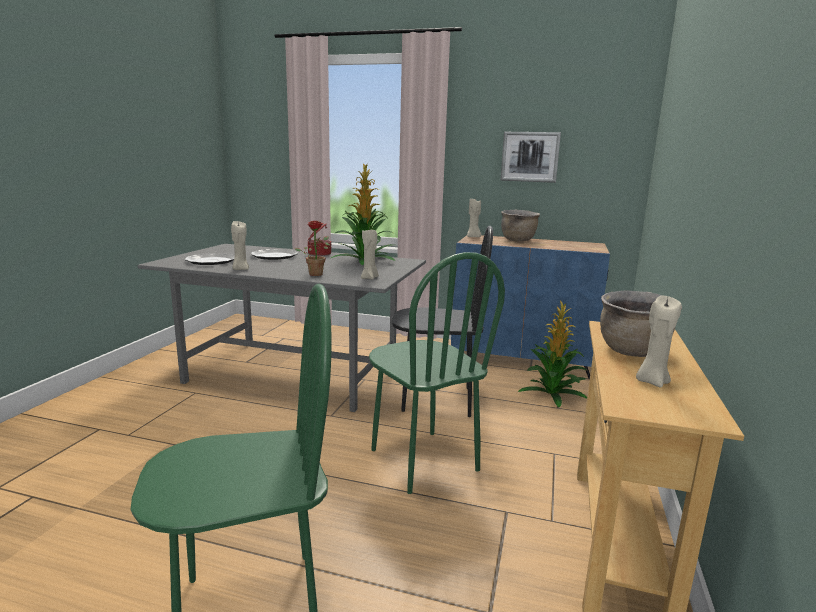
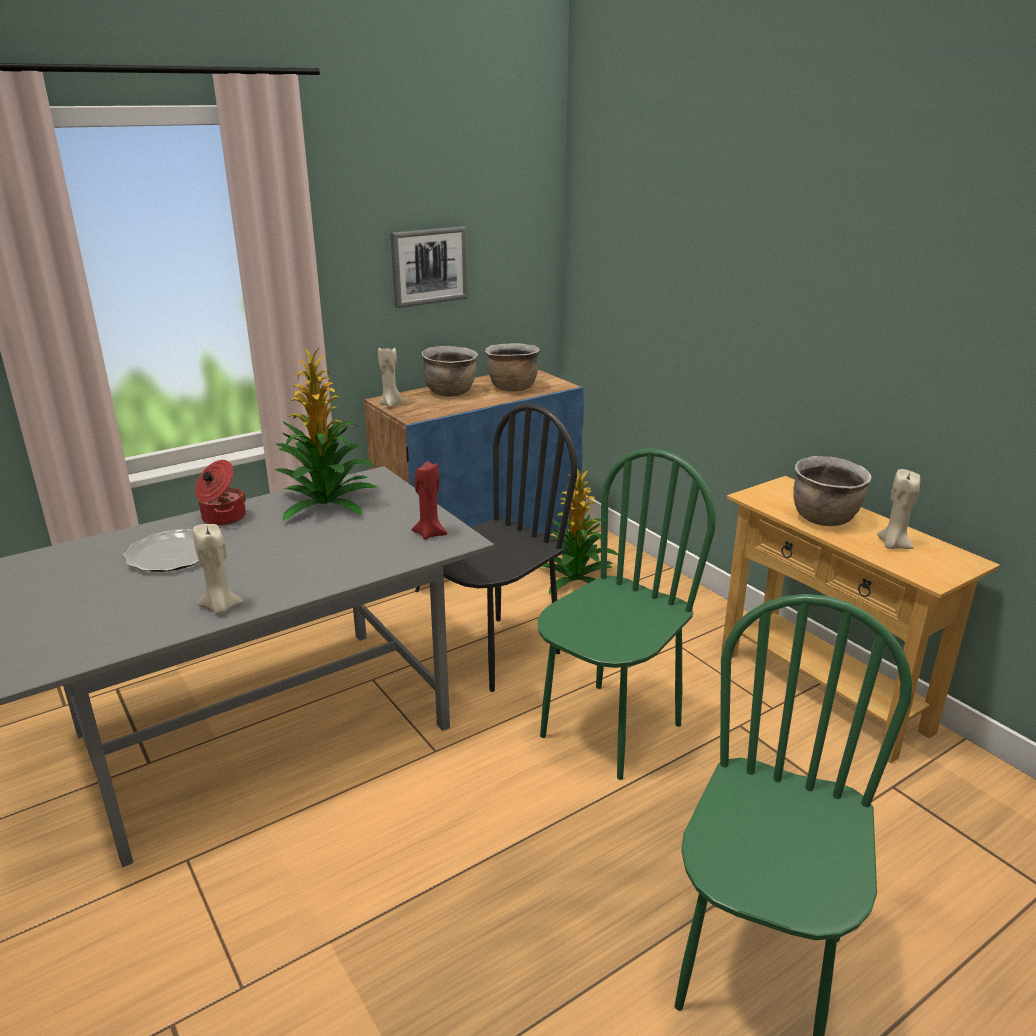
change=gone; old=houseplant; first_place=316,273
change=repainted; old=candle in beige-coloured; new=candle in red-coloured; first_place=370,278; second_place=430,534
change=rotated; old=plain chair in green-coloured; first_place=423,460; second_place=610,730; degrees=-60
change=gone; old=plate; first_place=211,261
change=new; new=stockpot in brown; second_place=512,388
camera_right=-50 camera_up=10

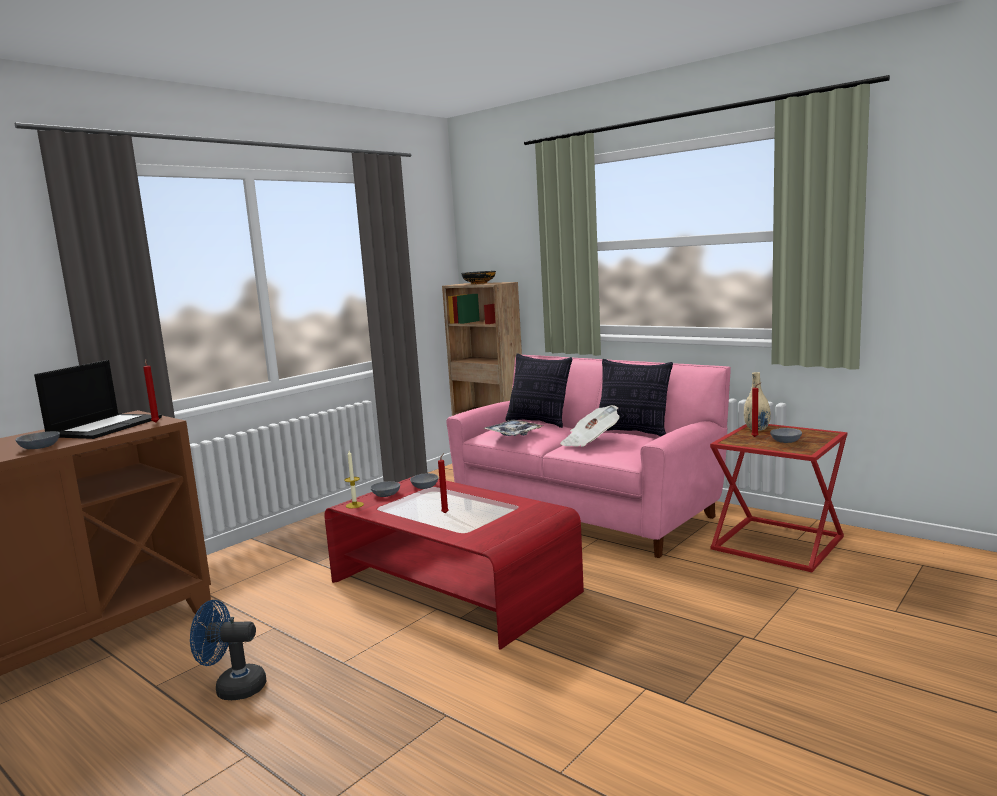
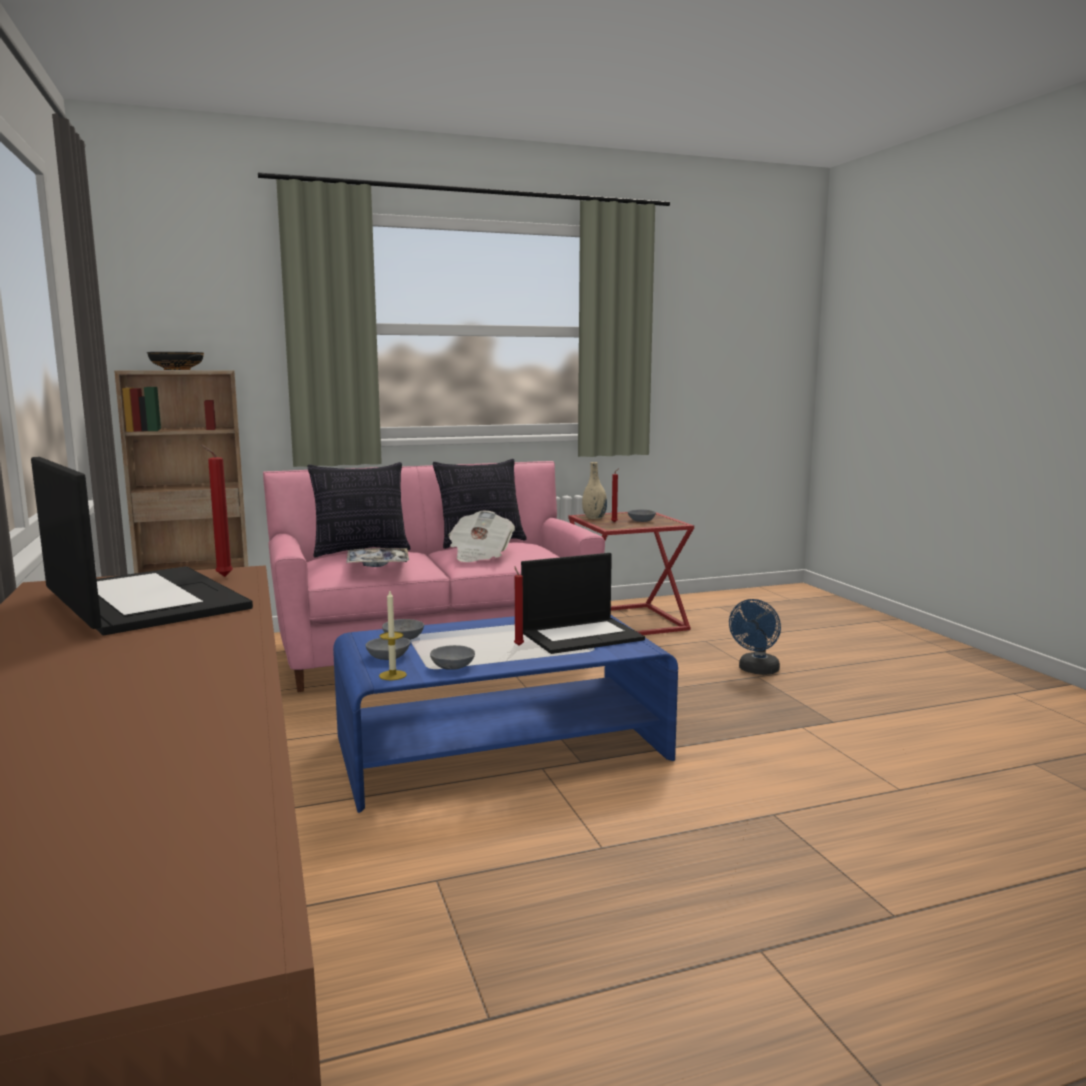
change=shifted; old=serving bowl in gray; first_place=39,447; second_place=454,666
change=repainted; old=coffee table in red-coloured; new=coffee table in bluish; first_place=453,586; second_place=501,748
change=shifted; old=electric fan in bluish; first_place=233,688; second_place=756,671
change=new; new=laptop; second_place=582,635
camera_right=-60 camera_up=0

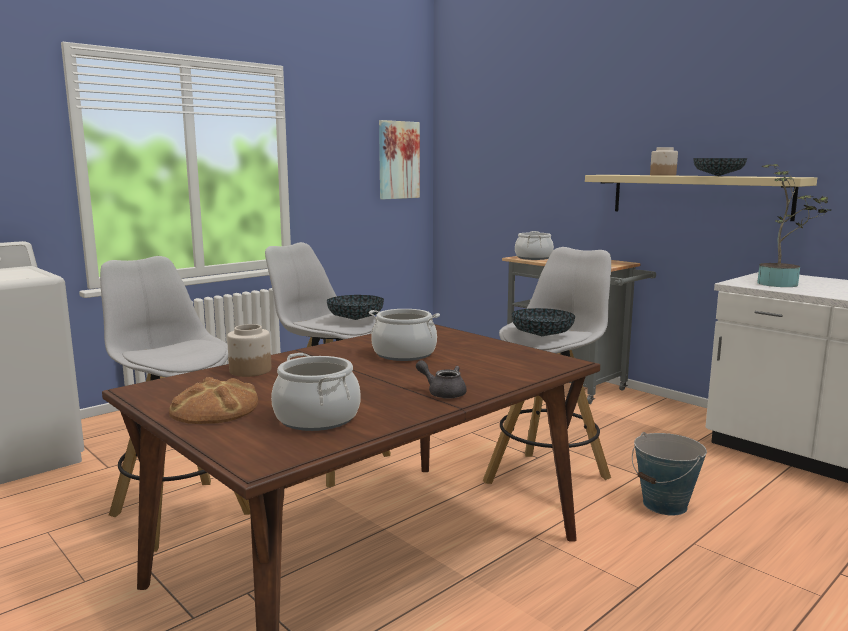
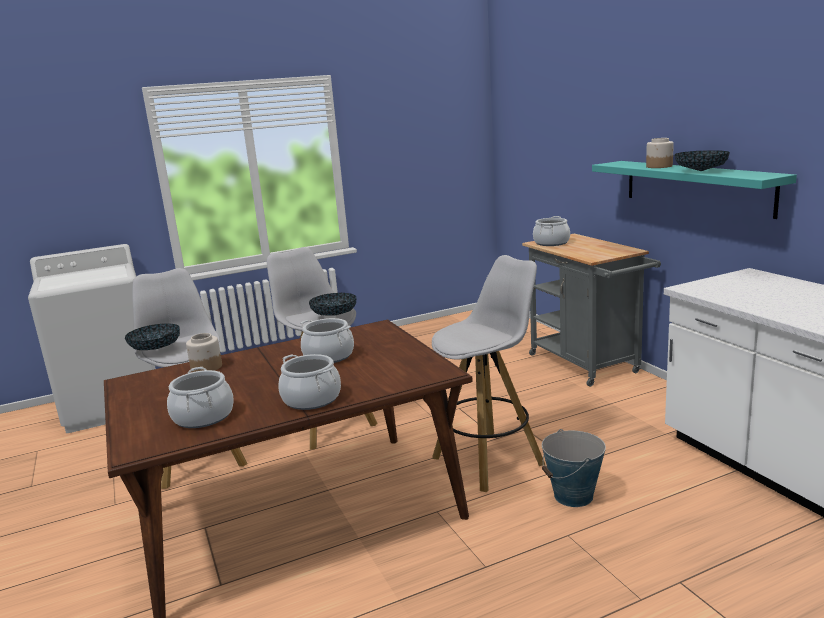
change=gone; old=picture; first_place=398,160
change=gone; old=houseplant; first_place=782,284
change=repainted; old=shelf in beige-coloured; new=shelf in blue-green; first_place=698,195; second_place=695,186
change=shifted; old=serving bowl; first_place=542,336; second_place=156,349
change=swapped; old=teapot in gray; new=stockpot; first_place=443,393; second_place=311,399
change=gone; old=bakery bread; first_place=215,409
camera_right=20 camera_up=5

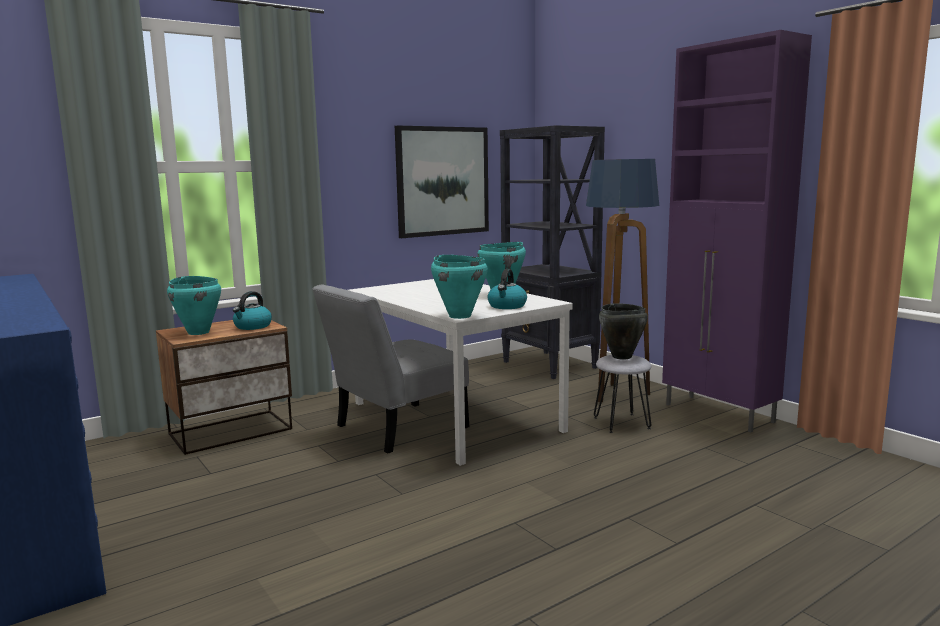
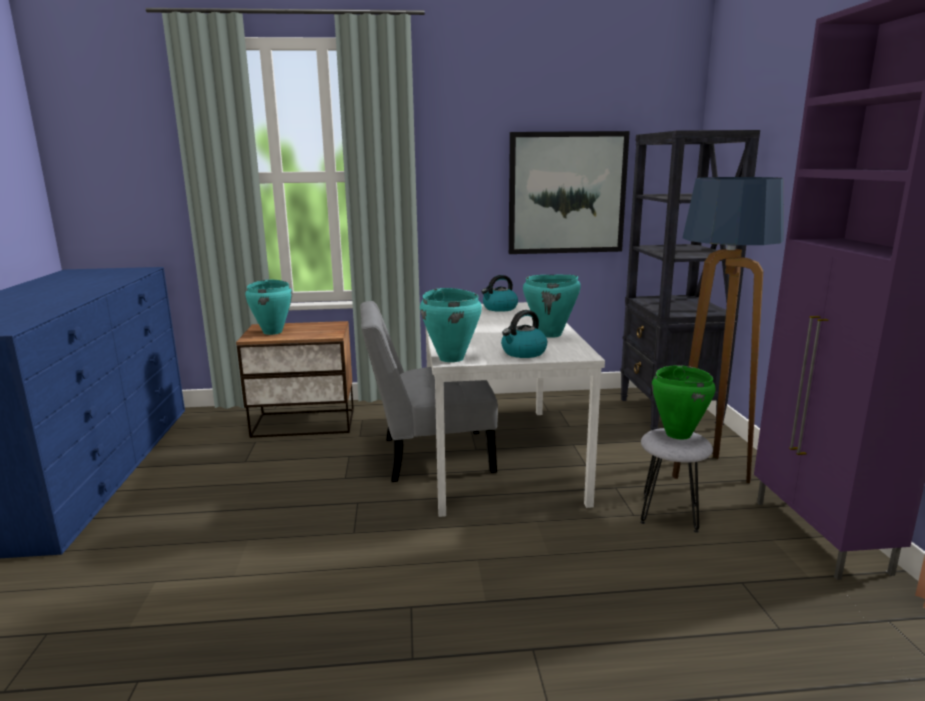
change=shifted; old=water kettle; first_place=252,326; second_place=499,308
change=repainted; old=stockpot in black-coloured; new=stockpot in green-coloured; first_place=621,357; second_place=677,434
camera_right=30 camera_up=5

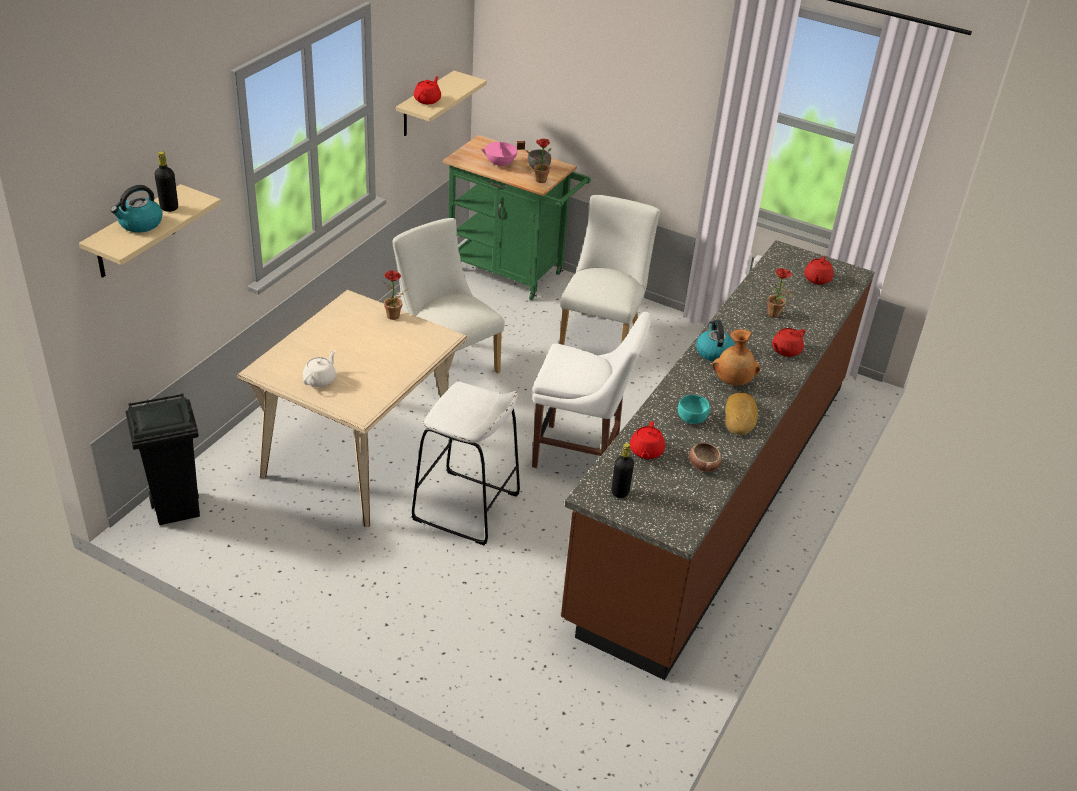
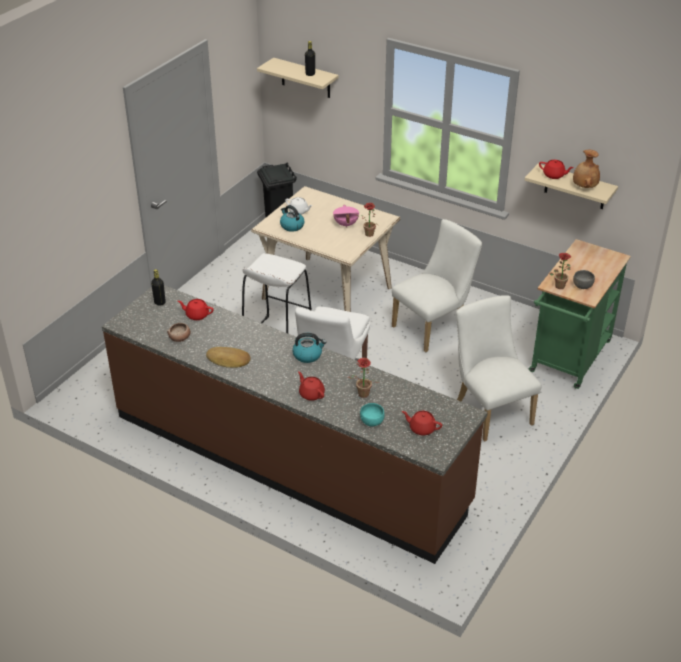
change=shifted; old=stockpot in pinkish; first_place=500,164; second_place=345,224
change=shifted; old=water kettle; first_place=140,224; second_place=291,226
change=rotated; old=plain chair in white; first_place=602,333; second_place=490,410; degrees=-135
change=shifted; old=flower vase in brown; first_place=733,381; second_place=584,186
change=shifted; old=serving bowl in blue-green; first_place=692,418; second_place=372,421
camera_right=95 camera_up=0

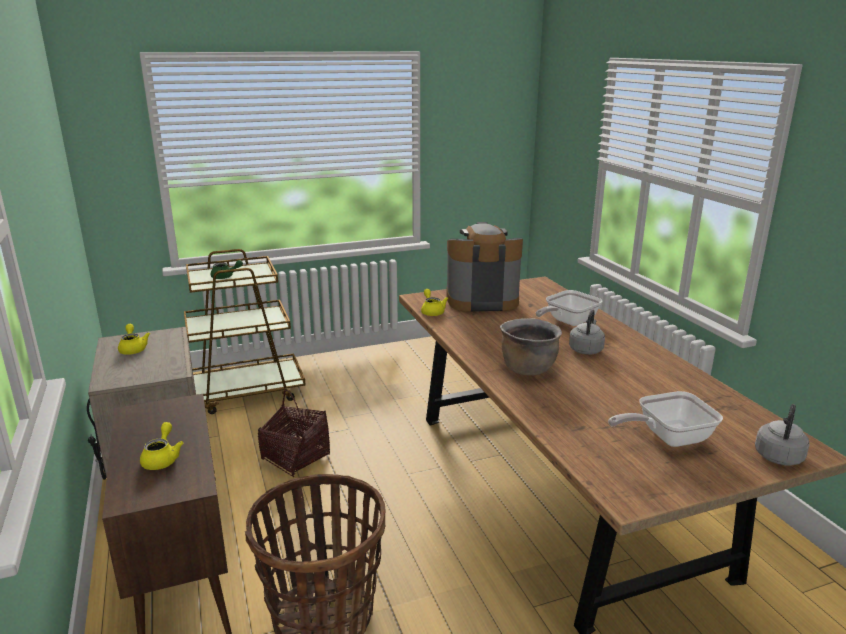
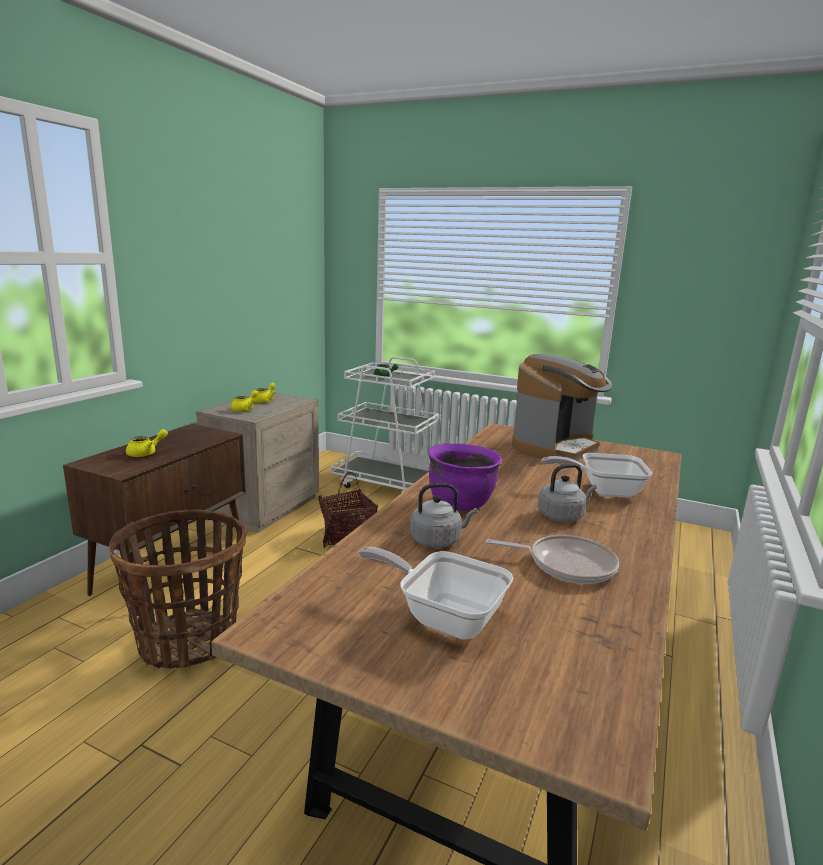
change=rotated; old=coffee machine; first_place=481,300; second_place=555,448; degrees=90
change=repainted; old=trolley in brown; new=trolley in white; first_place=245,392; second_place=387,484
change=shifted; old=teapot in yellowish; first_place=432,311; second_place=245,409
change=repainted; old=stockpot in brown; new=stockpot in purplish; first_place=527,368; second_place=461,503
change=shifted; old=water kettle in gray; first_place=779,455; second_place=438,540
change=new; new=frying pan; second_place=566,564
camera_right=45 camera_up=-5

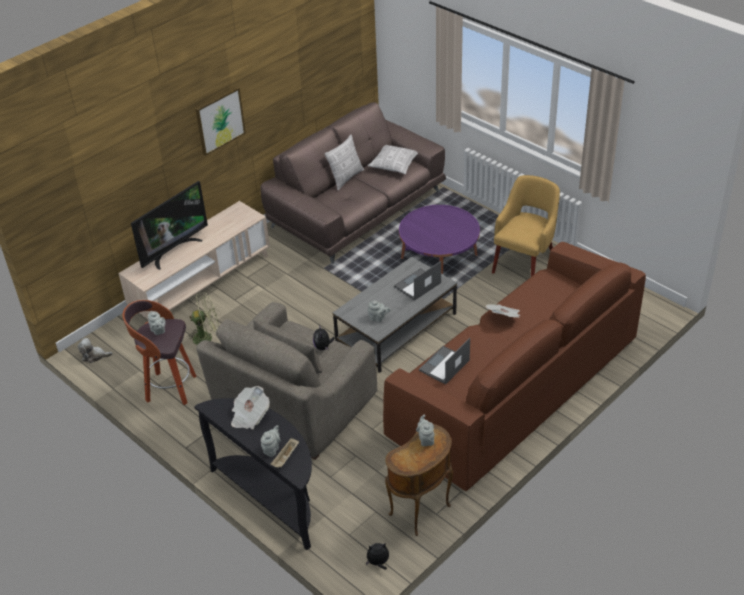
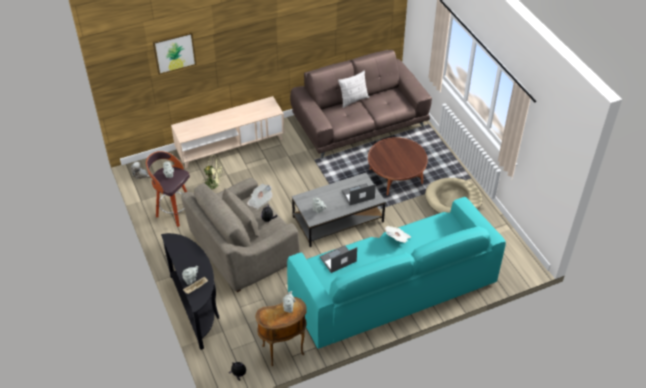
change=shifted; old=picture; first_place=220,120; second_place=174,52
change=gone; old=throw pillow; first_place=394,165
change=swapped; old=armchair in yellowish; new=dog bed in beige-coloured; first_place=524,262; second_place=453,199
change=gone; old=TV; first_place=173,250
change=repainted; old=coffee table in purplish; new=coffee table in brown; first_place=439,257; second_place=396,176
change=repainted; old=settee in brown; new=settee in blue-green; first_place=514,387; second_place=392,288
change=shifted; old=daily paper; first_place=249,416; second_place=260,201
camera_right=20 camera_up=5

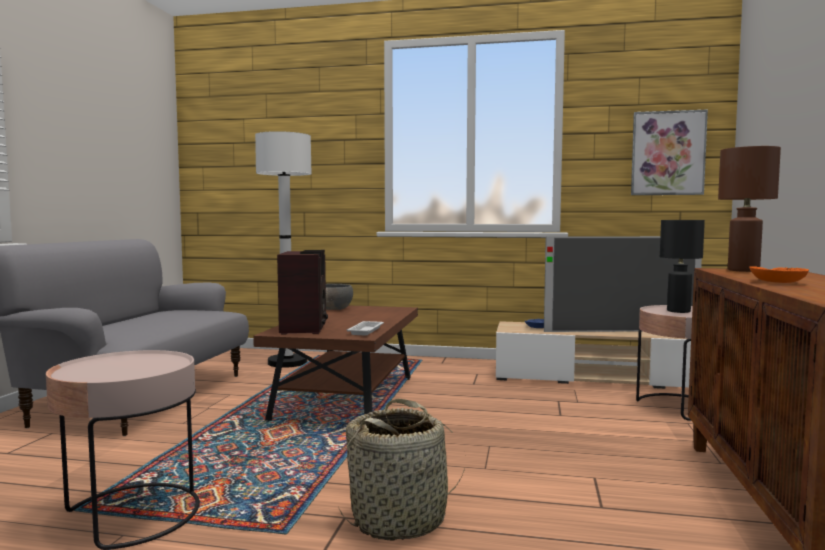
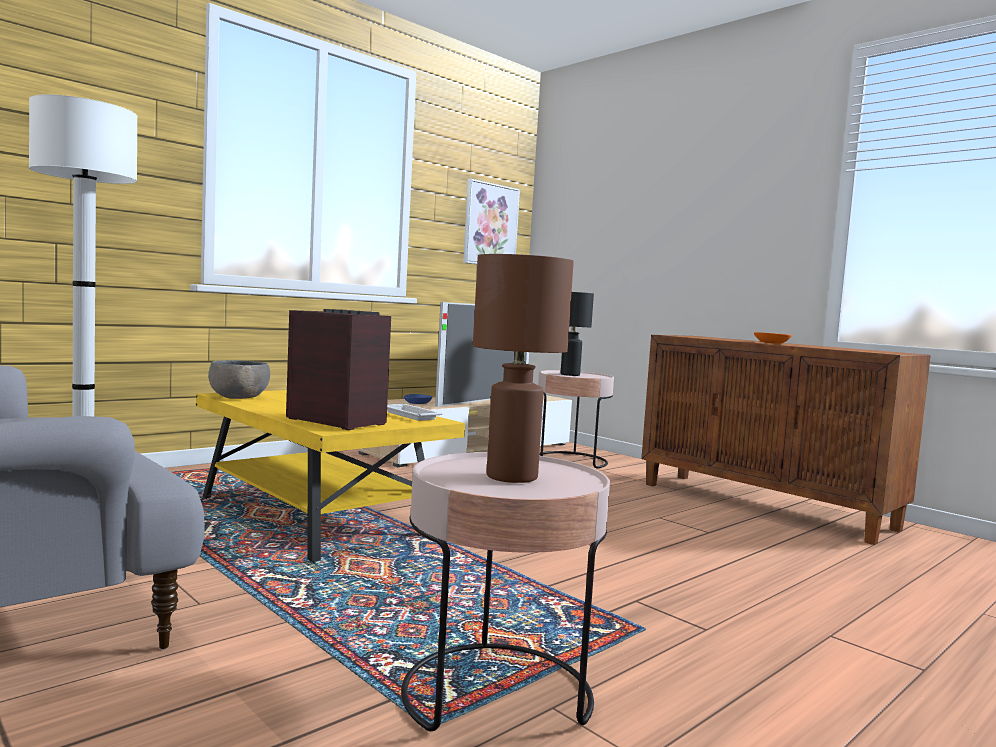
change=shifted; old=table lamp in brown; first_place=744,270; second_place=512,477
change=repainted; old=coffee table in brown; new=coffee table in yellowish; first_place=347,398; second_place=316,517
change=gone; old=household basket; first_place=400,519
camera_right=-55 camera_up=0

